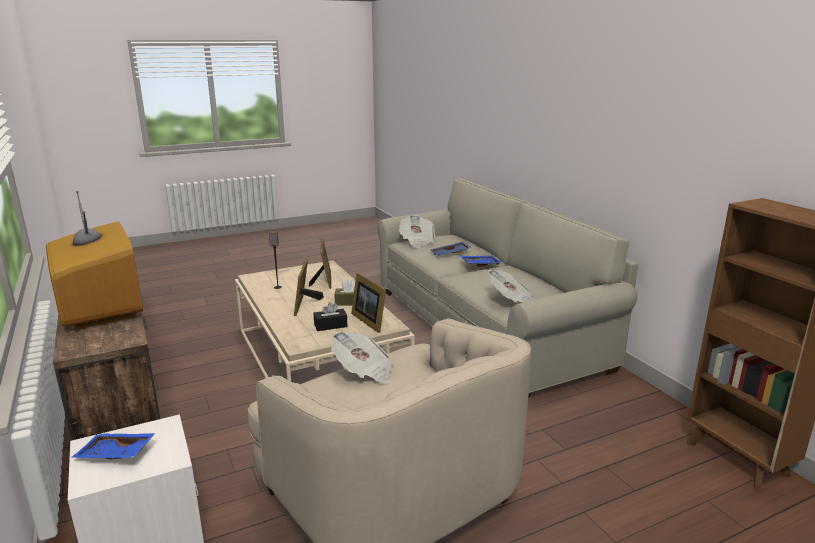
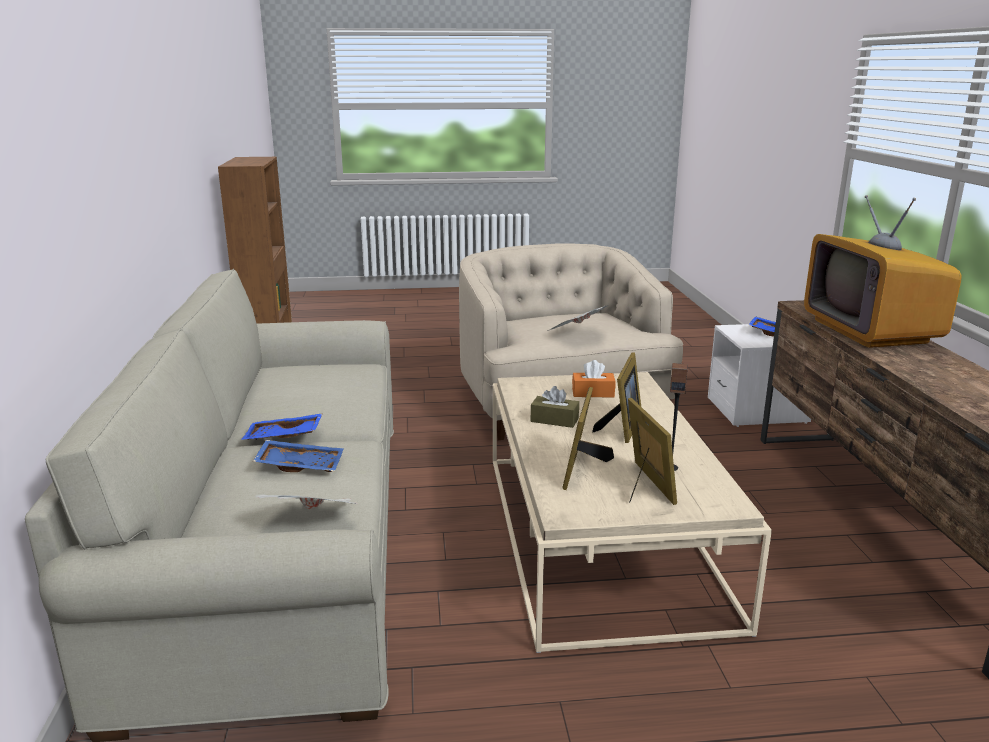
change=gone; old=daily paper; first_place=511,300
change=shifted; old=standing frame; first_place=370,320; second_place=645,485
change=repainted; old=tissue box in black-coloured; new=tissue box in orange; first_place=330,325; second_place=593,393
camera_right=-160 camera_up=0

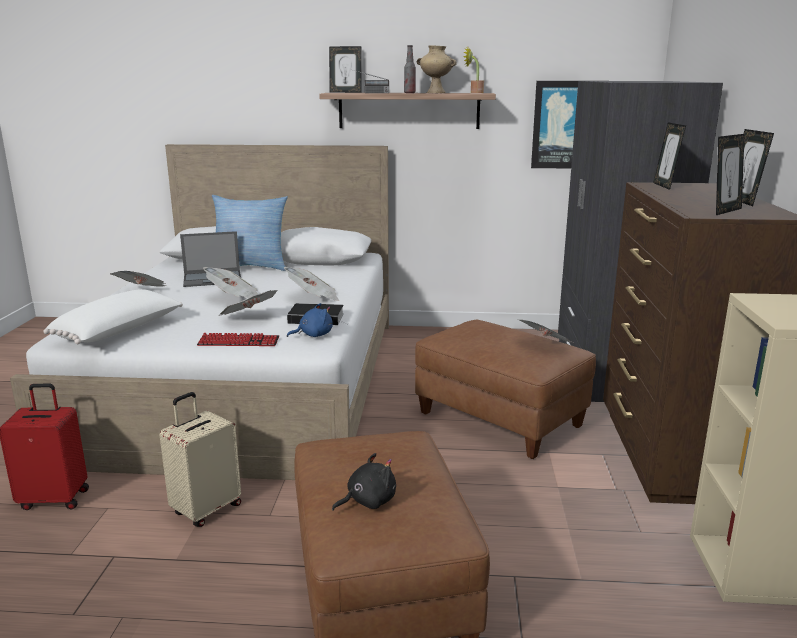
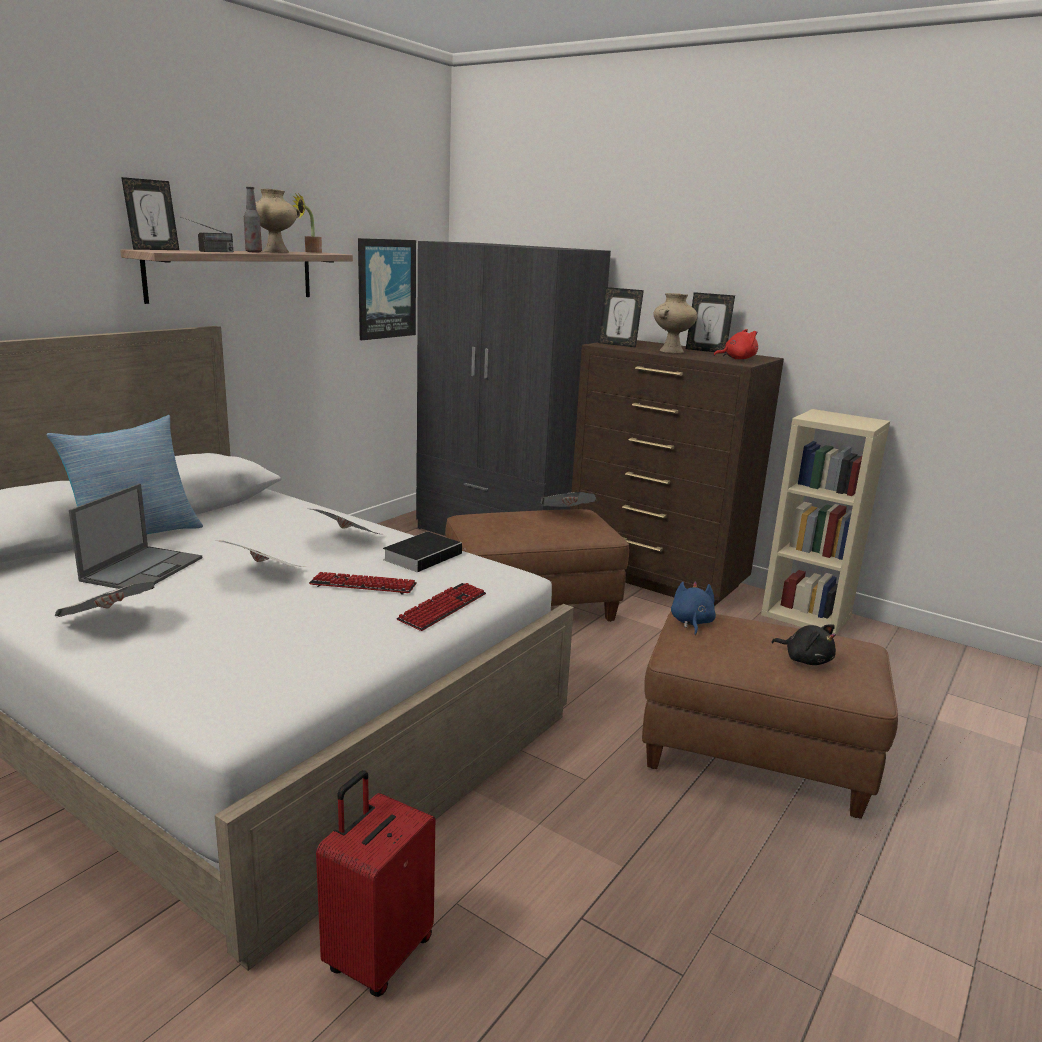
change=swapped; old=standing frame; new=cuddly toy in red-coloured; first_place=724,211; second_place=737,359
change=gone; old=throw pillow in white; first_place=120,332
change=swapped; old=daily paper; new=keyboard; first_place=249,318; second_place=363,585
change=shifted; old=cuddly toy in bluish; first_place=313,335; second_place=691,622
change=gone; old=travel case in beige-coloured; first_place=206,509
change=rotated; old=cuddly toy in black-coloured; first_place=368,501; second_place=805,660; degrees=135
change=new; new=flower vase in beige-coloured; second_place=671,351
camera_right=-60 camera_up=0

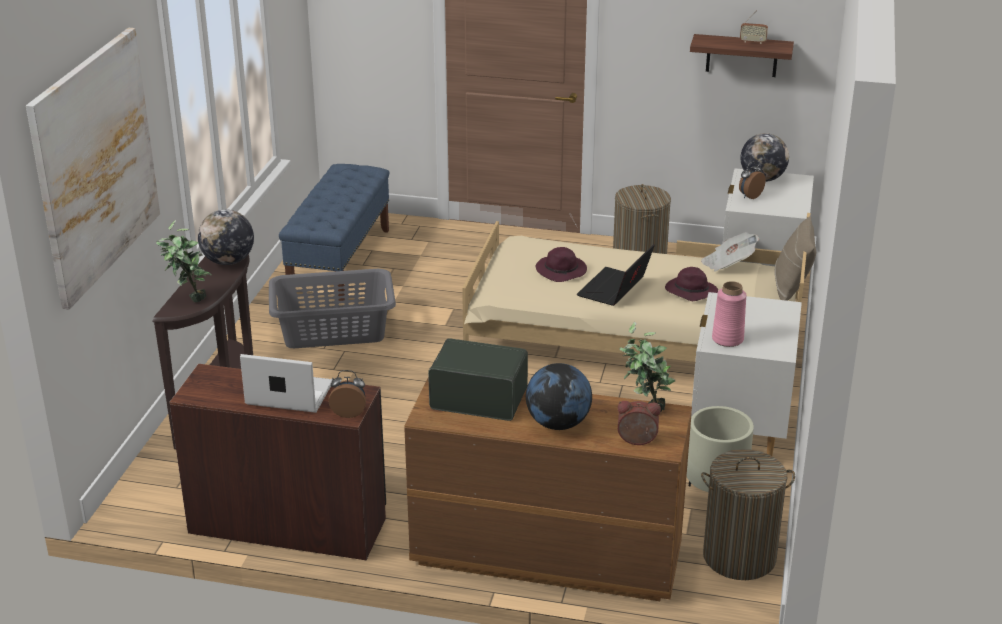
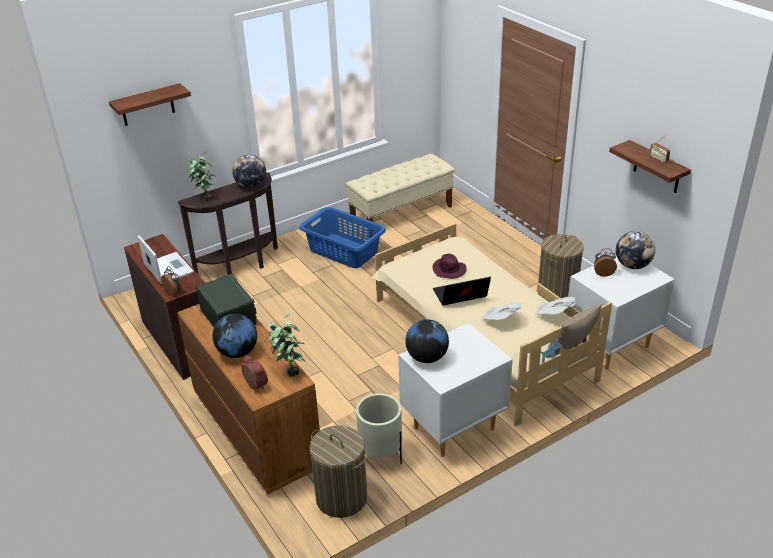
change=swapped; old=picture; new=shelf; first_place=95,164; second_place=147,105
change=repainted; old=indoor bench in bluish; new=indoor bench in beige-coloured; first_place=340,261; second_place=401,214
change=swapped; old=wearable hat in purplish; new=daily paper; first_place=690,291; second_place=500,319
change=repainted; old=hamper in gray; new=hamper in bluish; first_place=333,330; second_place=343,251
change=swapped; old=flower vase in pinkish; new=globe; first_place=727,339; second_place=427,357
camera_right=45 camera_up=5

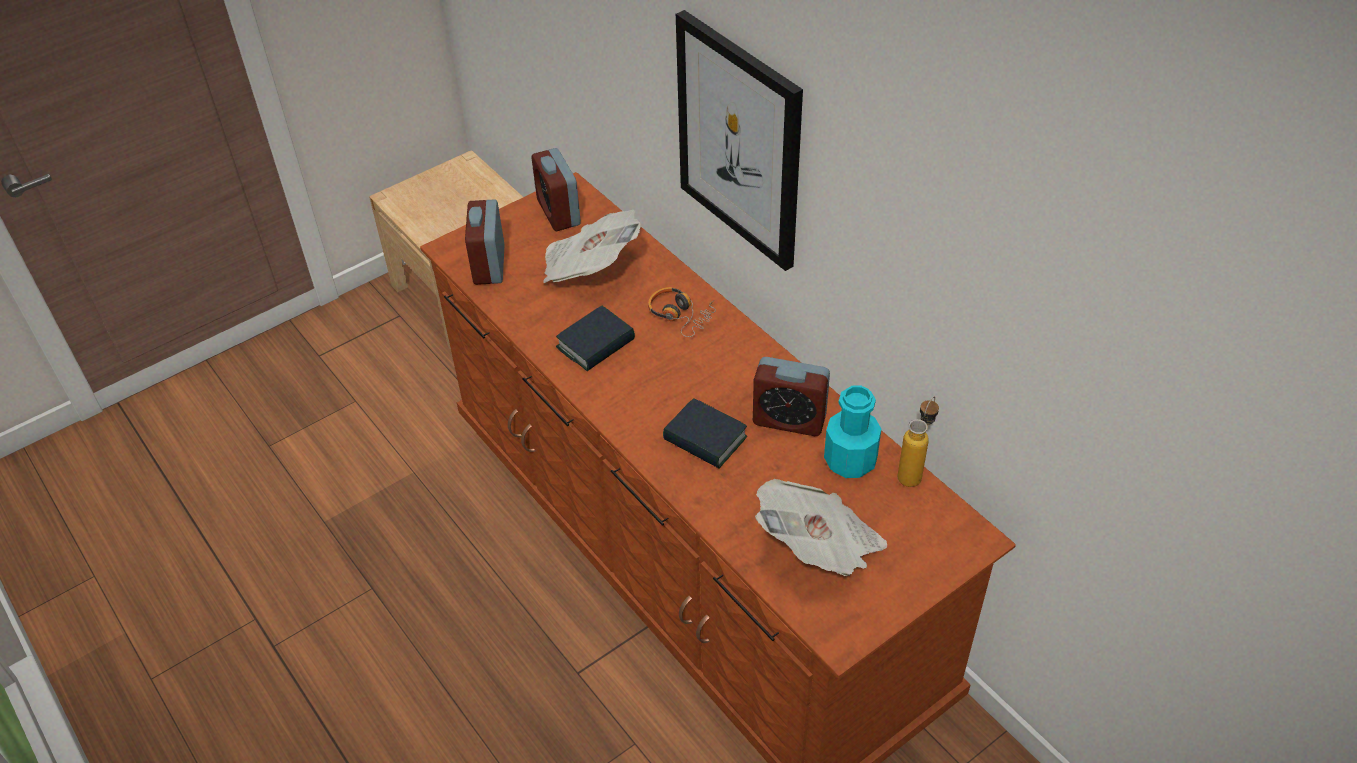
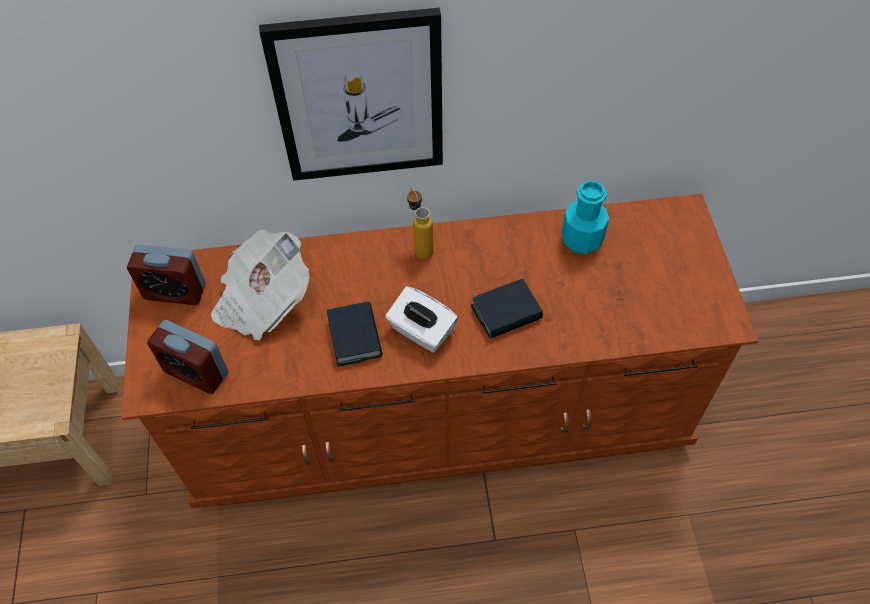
change=gone; old=pair of headphones; first_place=680,315
change=gone; old=bedside clock; first_place=789,420
change=shifted; old=drink bottle; first_place=914,472; second_place=420,246
change=gone; old=daily paper; first_place=819,547
change=new; new=tissue box in white; second_place=421,331
camera_right=-60 camera_up=10

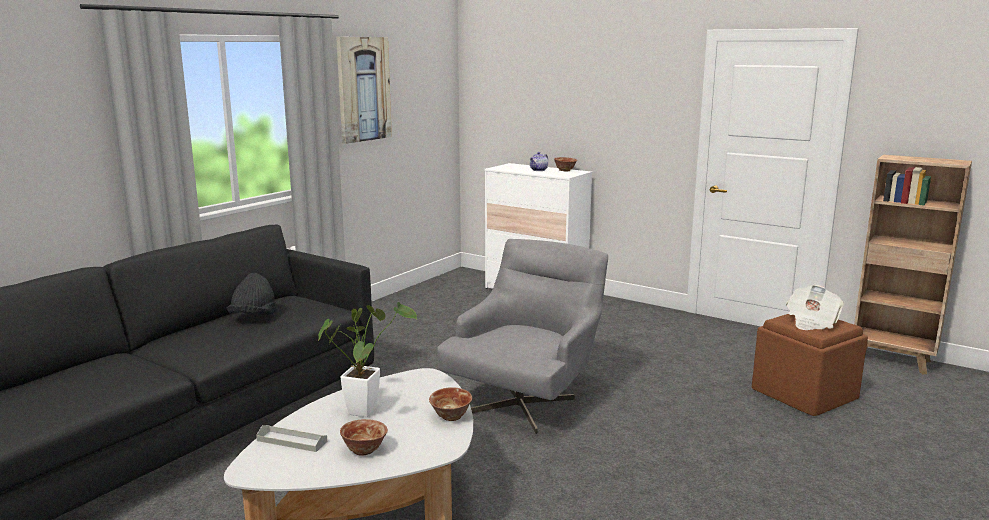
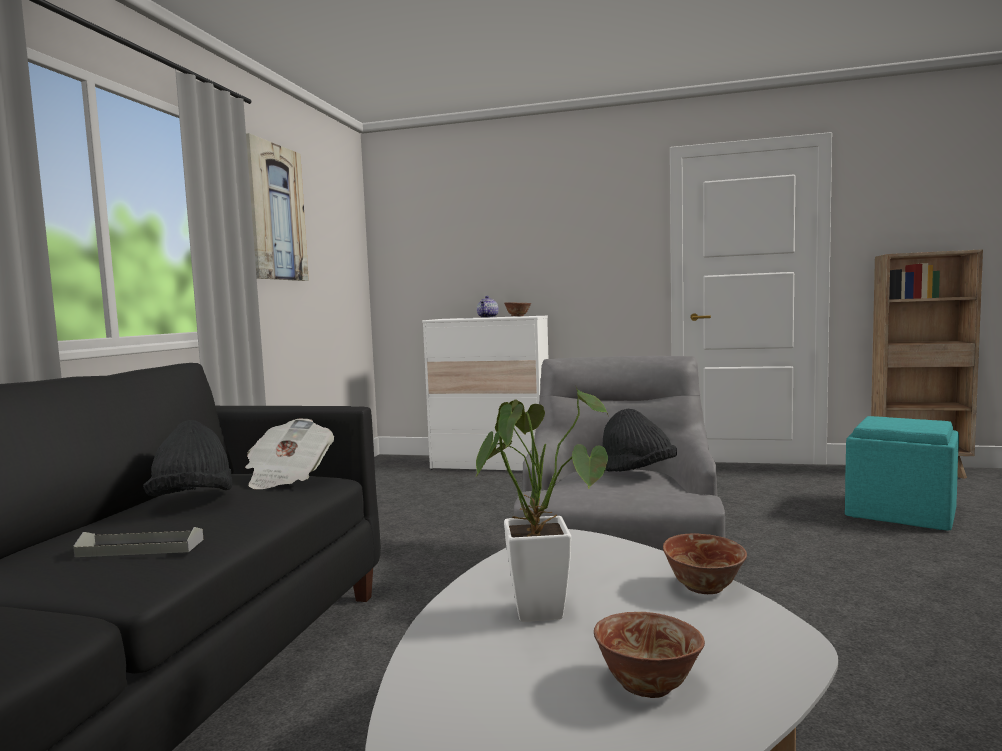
change=shifted; old=daily paper; first_place=811,322; second_place=288,477
change=repainted; old=pouffe in brown; new=pouffe in blue-green; first_place=805,394; second_place=902,512
change=shifted; old=carrying tray in gray; first_place=292,441; second_place=140,548
change=new; new=wearable hat in black-coloured; second_place=637,473
camera_right=-20 camera_up=-10

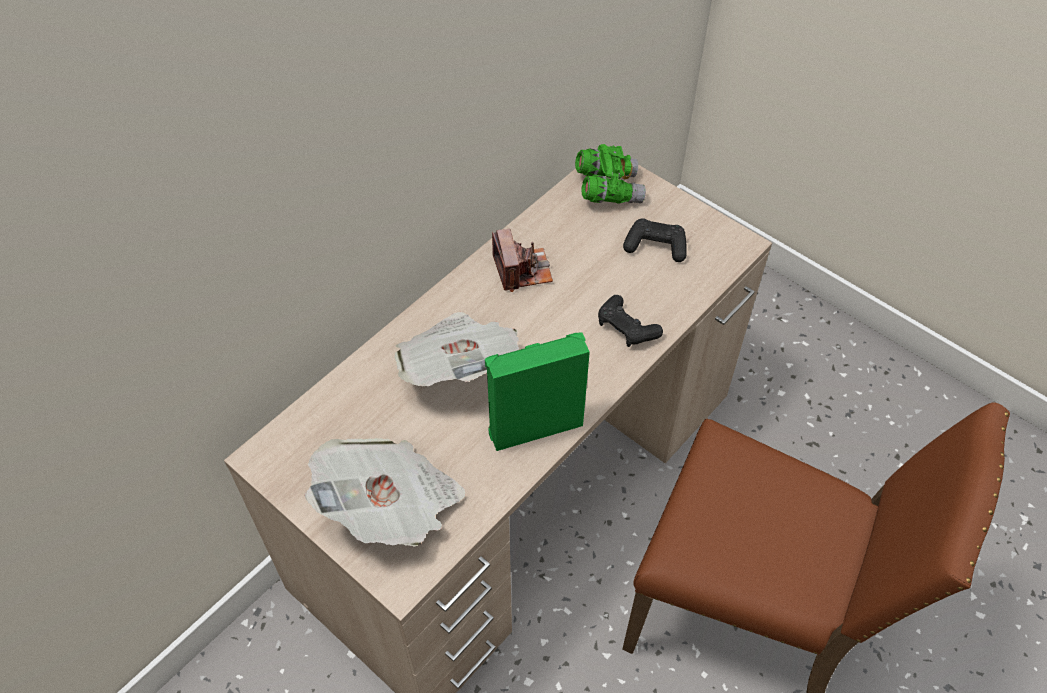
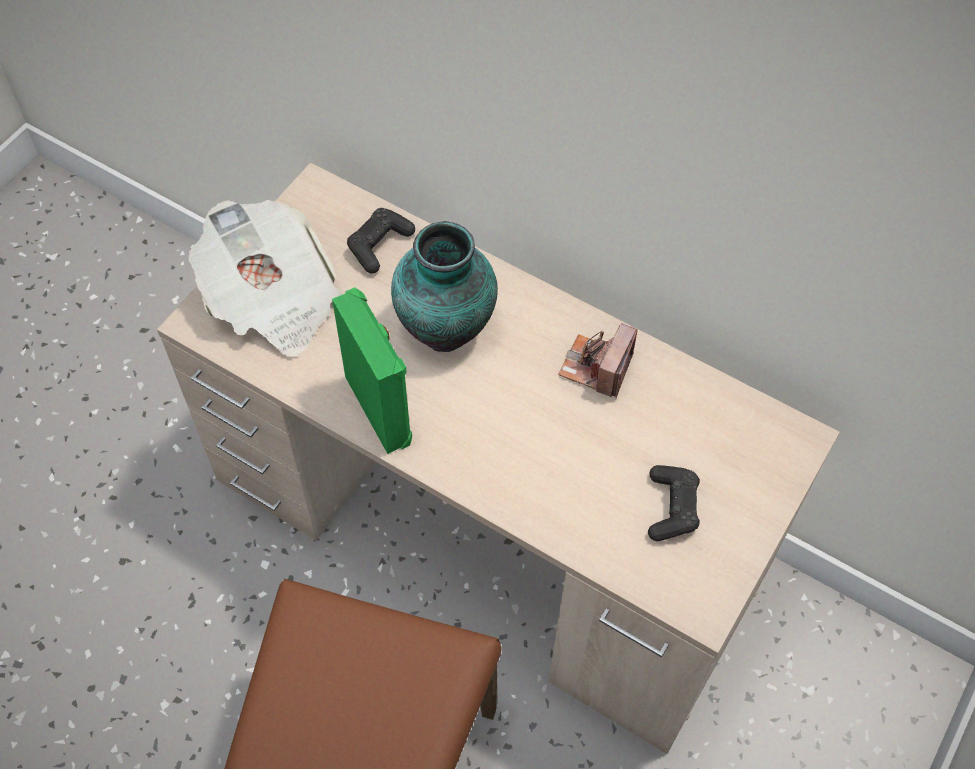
change=gone; old=binoculars in green-coloured; first_place=608,189
change=rotated; old=still camera; first_place=522,270; second_place=597,367; degrees=135
change=shifted; old=joypad in black-coloured; first_place=626,328; second_place=379,245
change=swapped; old=daily paper; new=flower vase; first_place=457,367; second_place=447,326
camera_right=80 camera_up=5

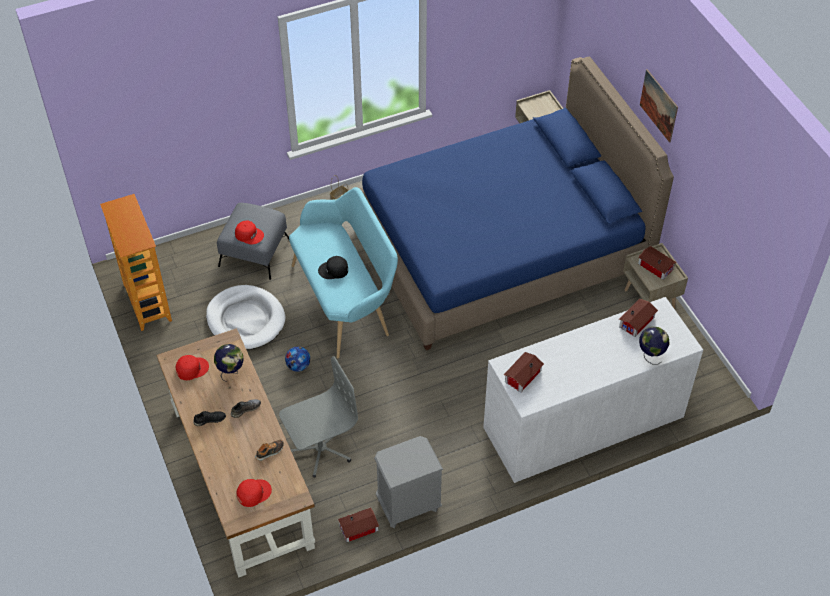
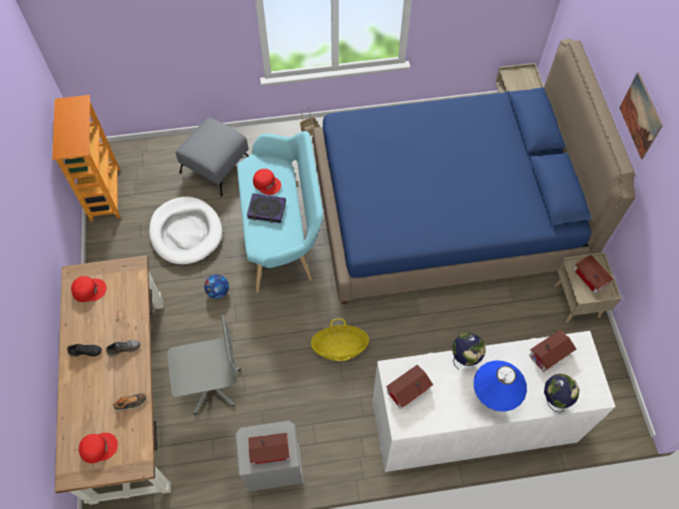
change=shifted; old=cap in red-coloured; first_place=249,234; second_place=267,183
change=swapped; old=cap in black-coloured; new=volume; first_place=333,270; second_place=266,210
change=shifted; old=globe; first_place=231,372; second_place=465,358
change=shifted; old=model house; first_place=360,529; second_place=271,452
change=new; new=household basket; second_place=339,347
change=new; new=table lamp in bluish; second_place=492,398
camera_right=15 camera_up=10

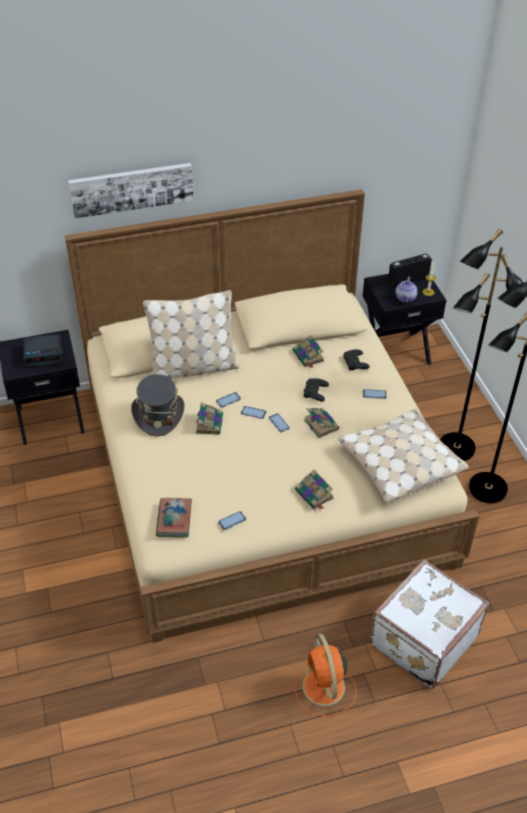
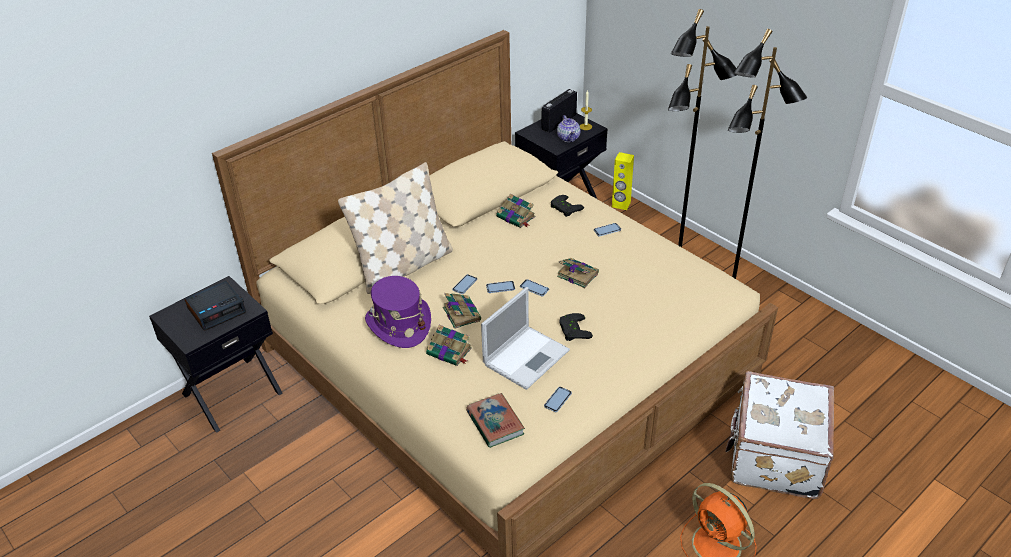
change=gone; old=picture; first_place=132,189
change=repainted; old=wearable hat in gray; new=wearable hat in purplish; first_place=158,414; second_place=398,324
change=shifted; old=joypad in black-coloured; first_place=313,391; second_place=572,330
change=gone; old=throw pillow in beige-coloured; first_place=399,463
change=shifted; old=volume; first_place=314,495; second_place=450,352
change=new; new=loudspeaker in yellowish; second_place=621,205
change=new; new=laptop; second_place=527,356
camera_right=-25 camera_up=-5

